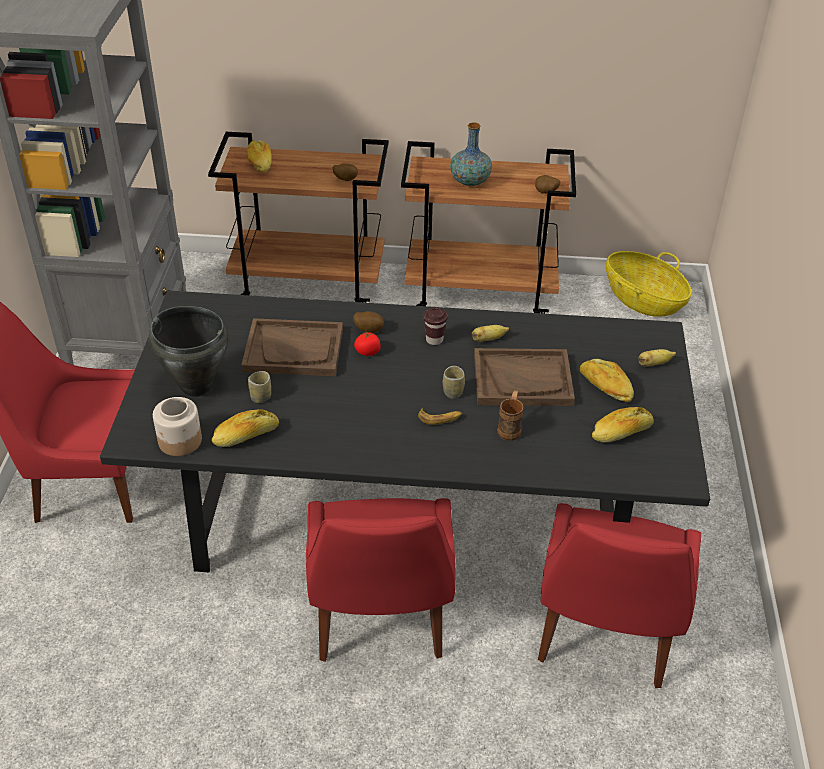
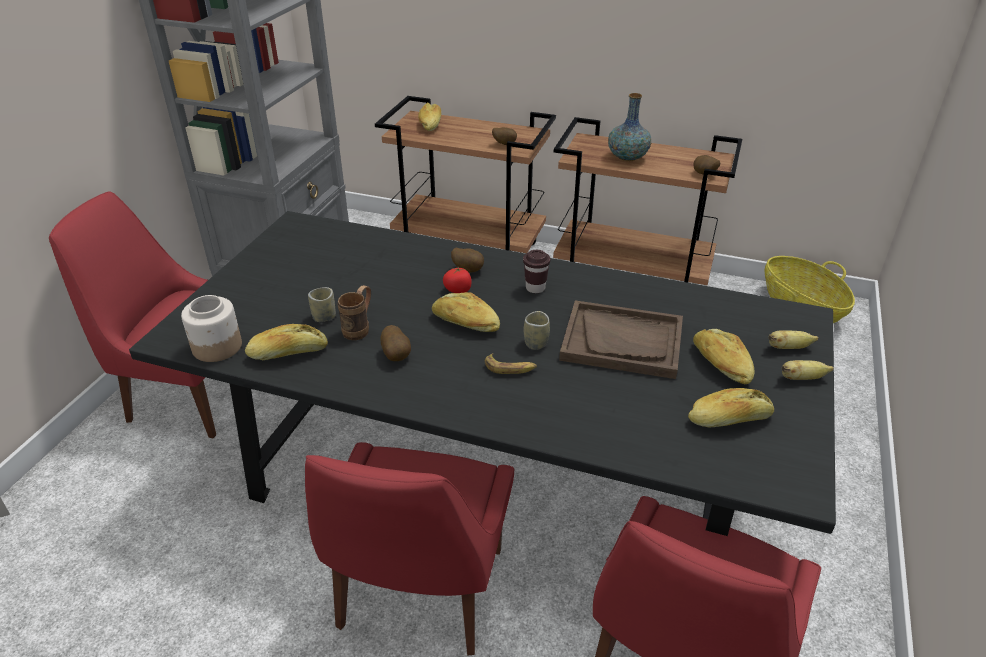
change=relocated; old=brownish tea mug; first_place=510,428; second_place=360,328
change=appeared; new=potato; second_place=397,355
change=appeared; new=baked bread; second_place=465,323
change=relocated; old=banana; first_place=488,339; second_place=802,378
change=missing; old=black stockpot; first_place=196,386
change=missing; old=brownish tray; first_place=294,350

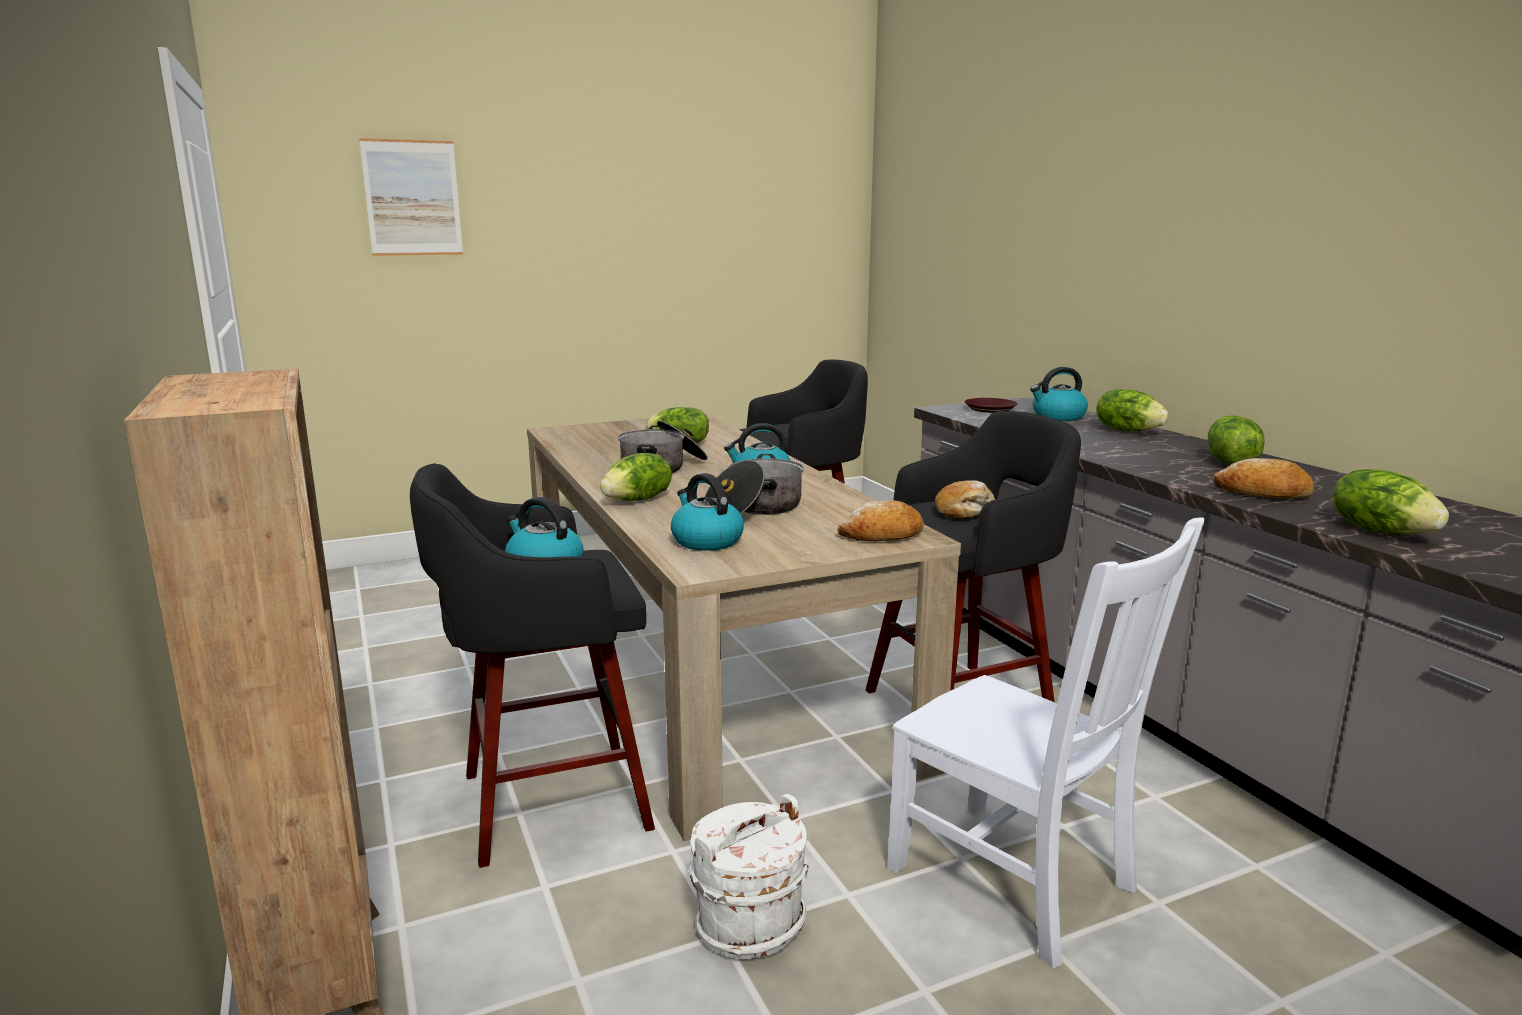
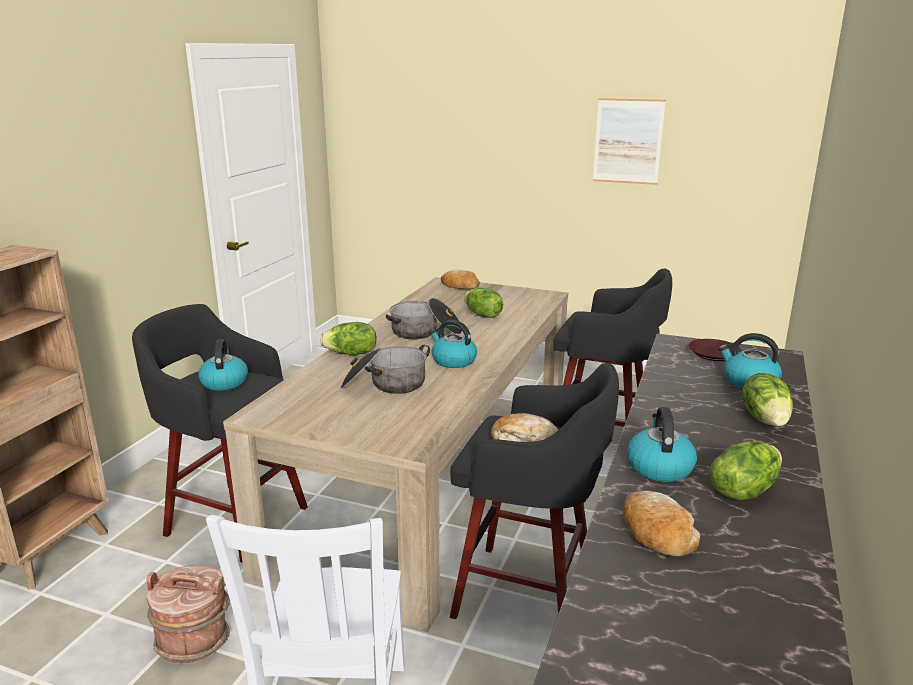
change=colour; old=whitish pail; new=brownish pail; first_place=748,923; second_place=194,640
change=relocated; old=baked bread; first_place=882,535; second_place=459,286
change=relocated; old=picture; first_place=412,198; second_place=628,141
change=relocated; old=kettle; first_place=706,541; second_place=659,467
change=missing; old=head of lettuce; first_place=1381,531

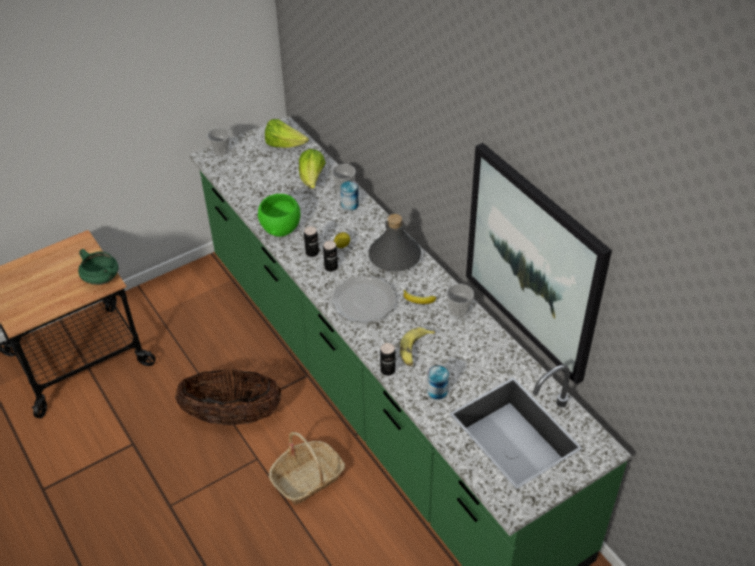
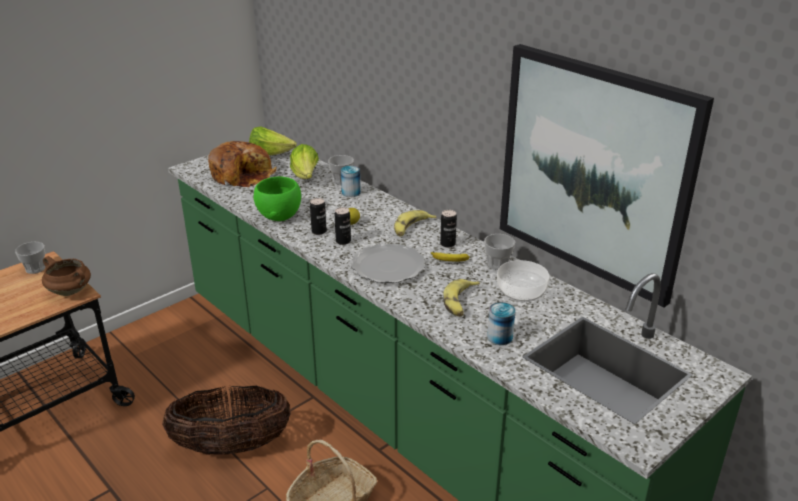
change=relocated; old=cup; first_place=221,150; second_place=35,269
change=colour; old=green stockpot; new=brownish stockpot; first_place=102,279; second_place=71,291
change=appeared; new=baked bread; second_place=242,174
change=exchanged; old=gray beverage bottle; new=banana; first_place=394,257; second_place=411,228
change=relocated; old=can; first_place=387,370; second_place=447,244
change=appeared; new=bowl; second_place=521,291

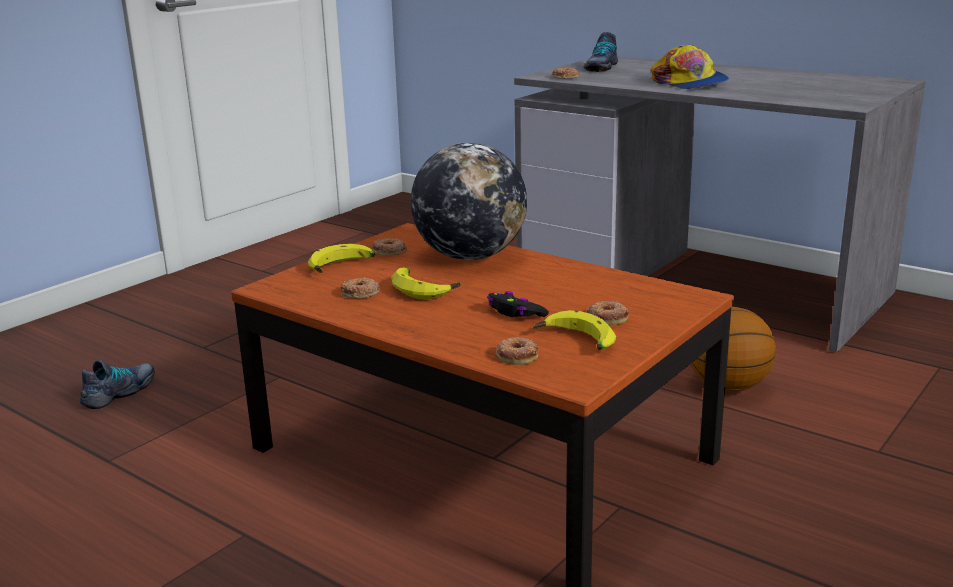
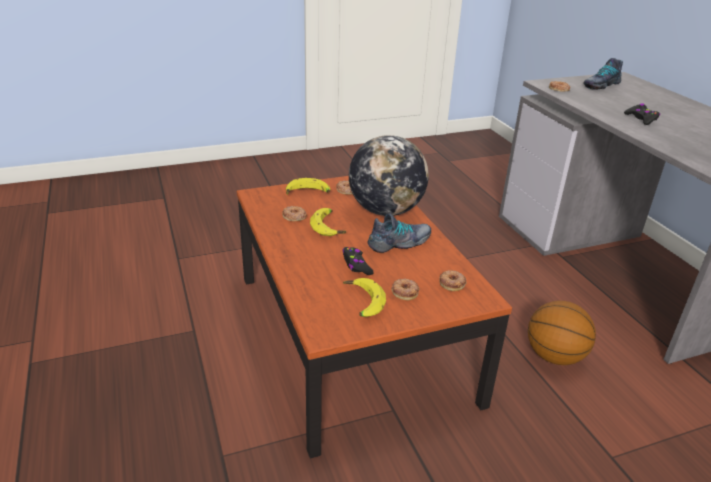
change=relocated; old=shoe; first_place=121,392; second_place=400,243
change=relocated; old=donut; first_place=517,355; second_place=452,283
change=exchanged; old=baseball cap; new=black gamepad; first_place=689,83; second_place=641,119

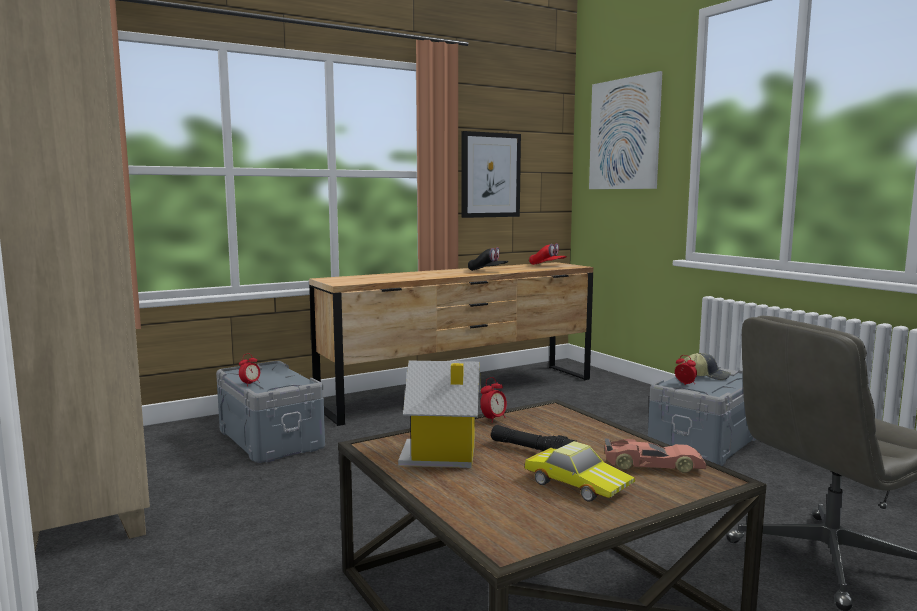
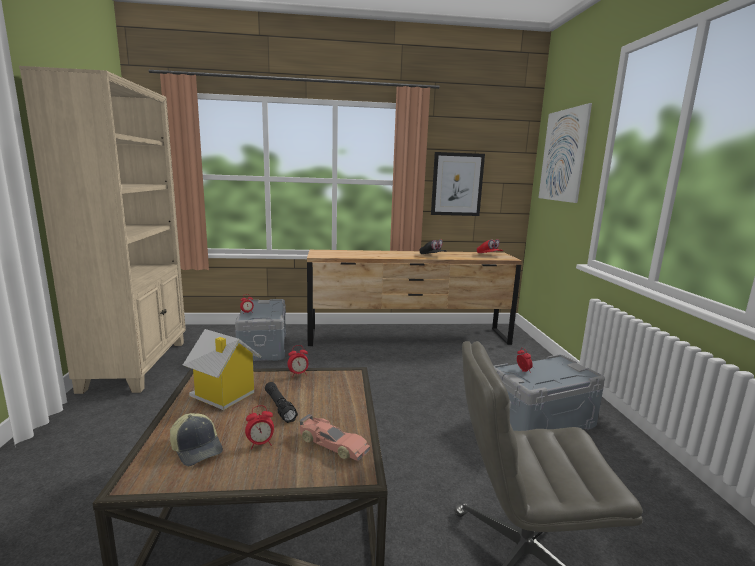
change=relocated; old=baseball cap; first_place=706,376; second_place=197,448
change=exchanged; old=toy car; new=table clock; first_place=578,483; second_place=260,444

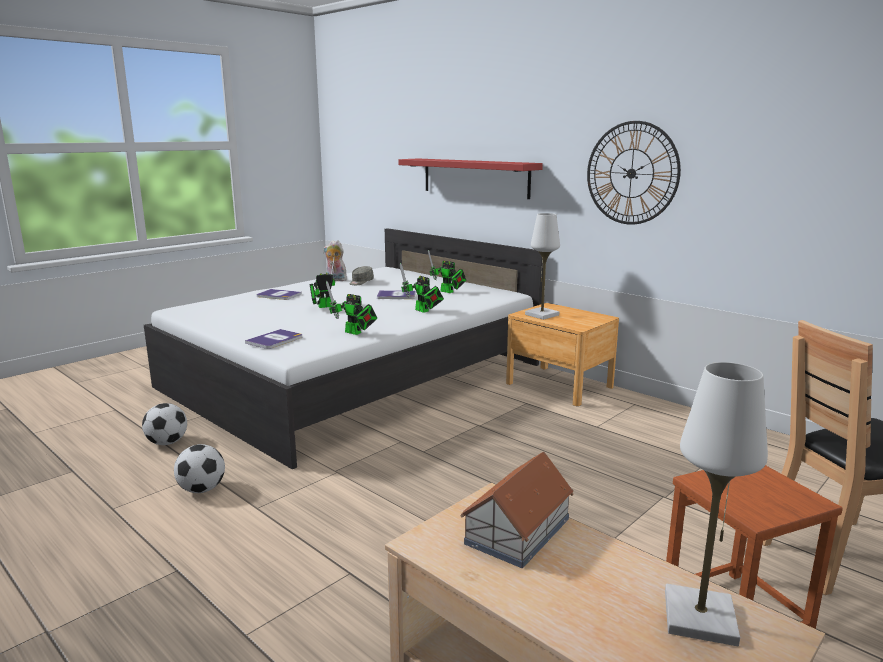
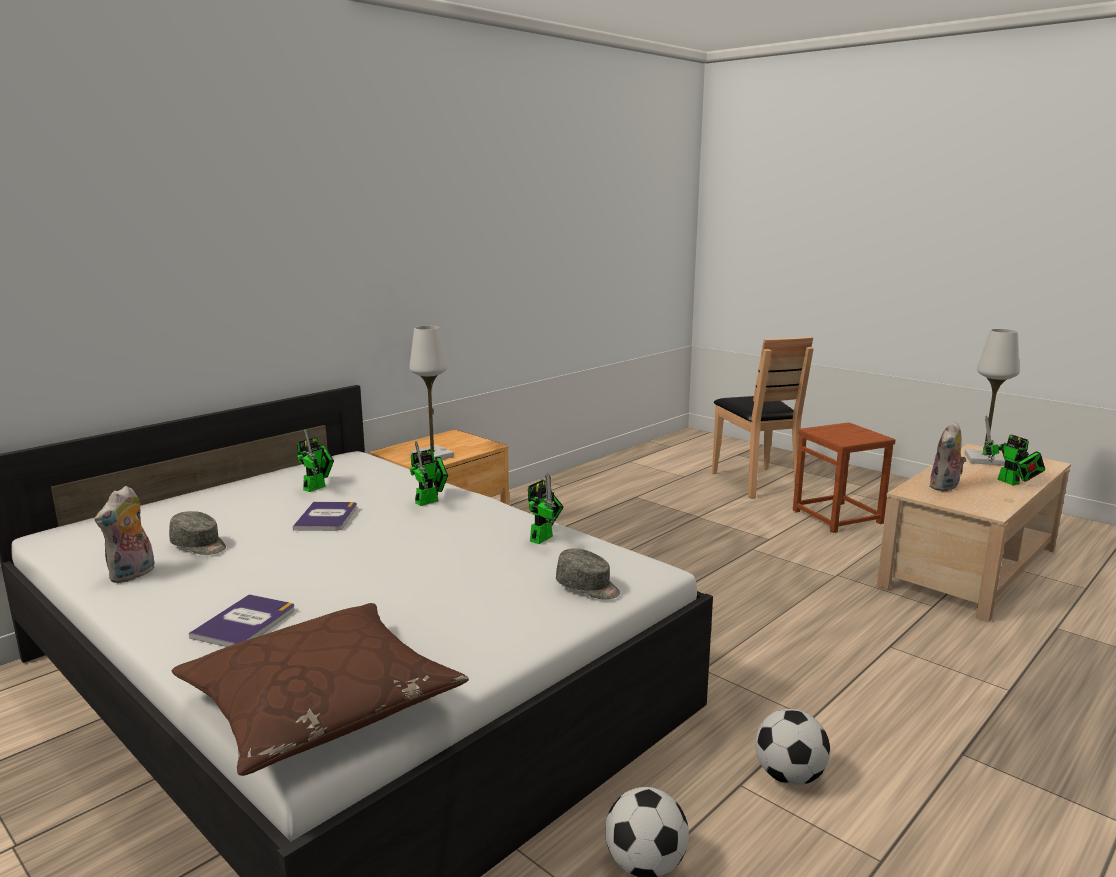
change=appeared; new=brownish throw pillow; second_place=321,704
change=exchanged; old=volume; new=gray baseball cap; first_place=275,340; second_place=588,587
change=exchanged; old=toy house; new=soft toy; first_place=519,530; second_place=945,487
change=relocated; old=toy robot; first_place=323,306; second_place=1011,483
change=missing; old=red-coloured shelf; first_place=475,177
change=missing; old=wall clock; first_place=631,173

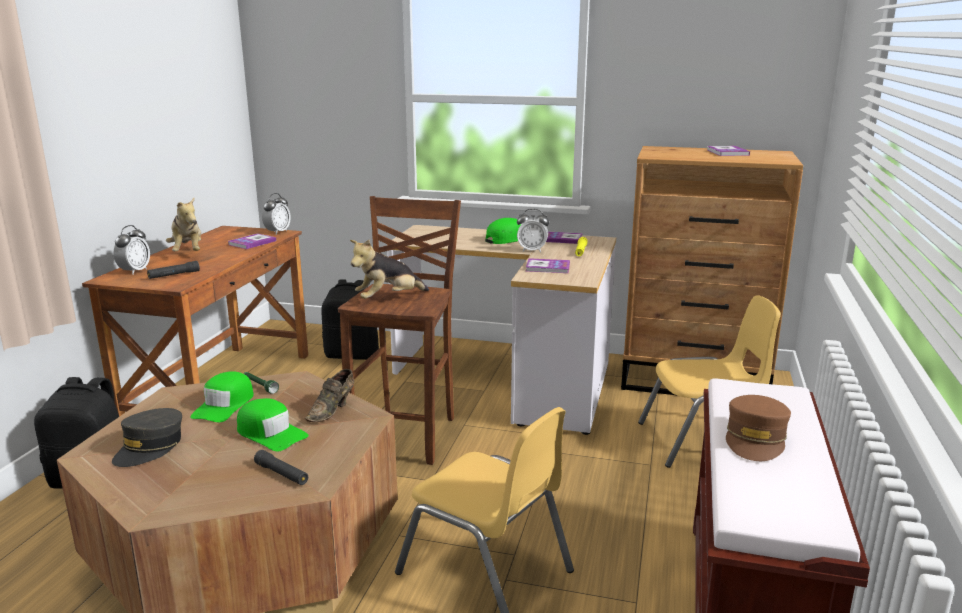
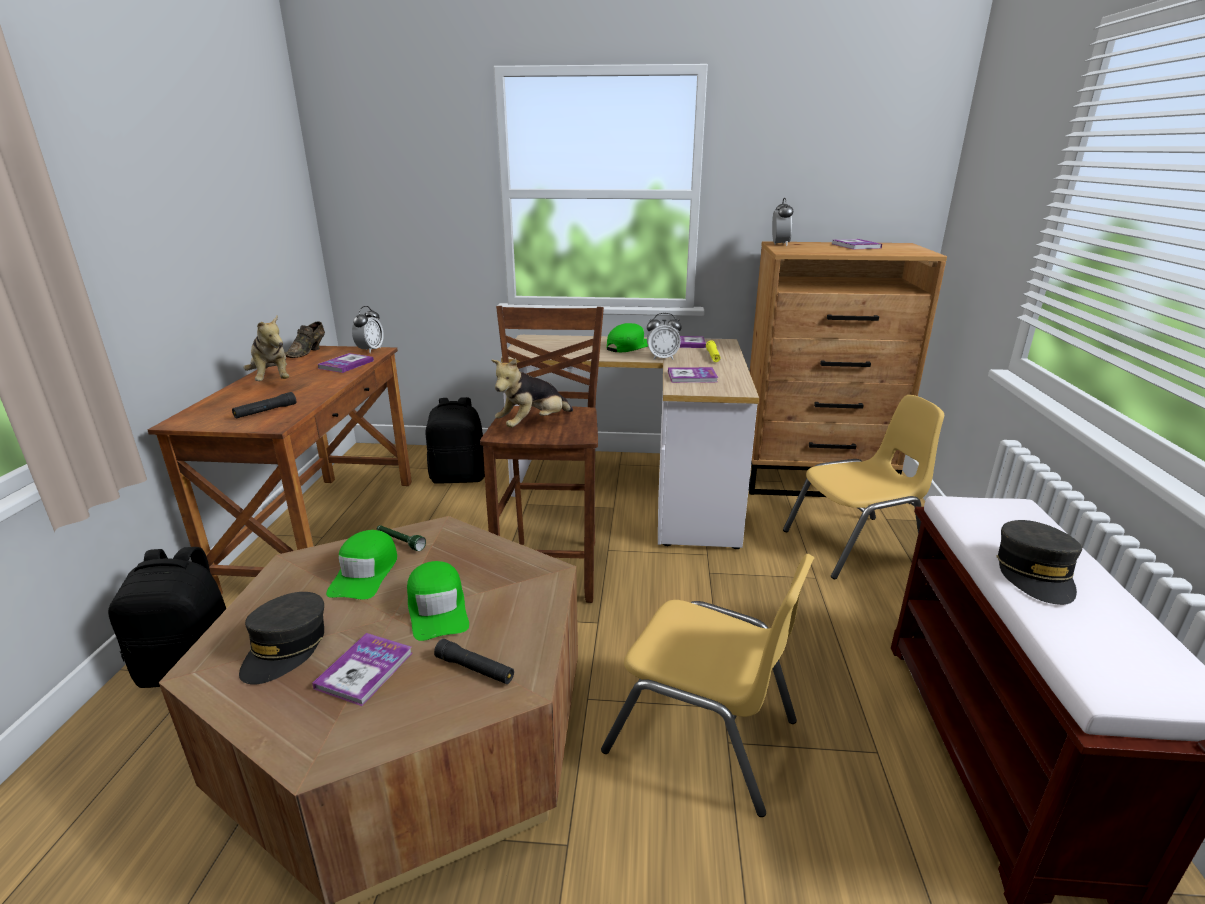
change=relocated; old=brownish shoe; first_place=332,410; second_place=308,352
change=appeared; new=volume; second_place=364,670
change=spun; old=green baseball cap; first_place=270,433; second_place=438,608; degrees=45
change=relocated; old=table clock; first_place=134,271; second_place=779,245
change=colour; old=brownish baseball cap; new=gray baseball cap; first_place=755,439; second_place=1035,573

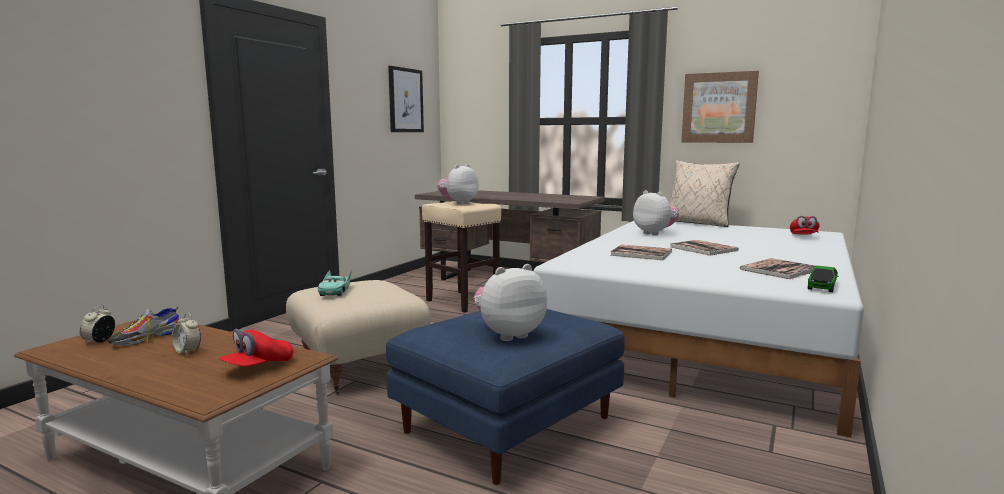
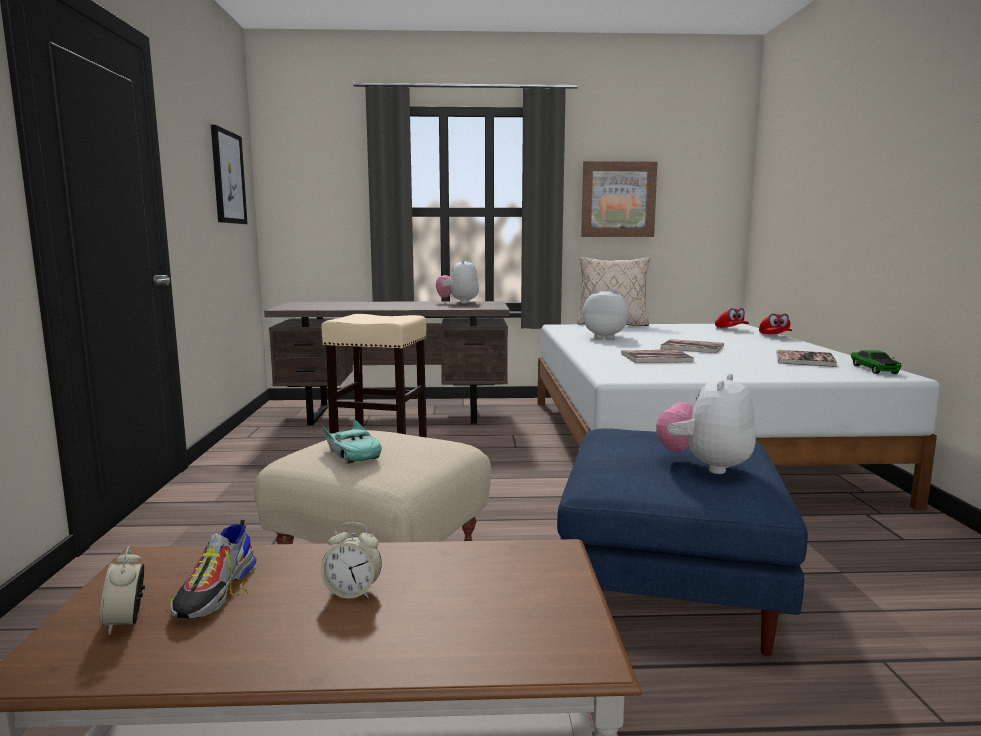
change=relocated; old=soft toy; first_place=458,203; second_place=458,302
change=relocated; old=red-coloured baseball cap; first_place=258,367; second_place=774,336

